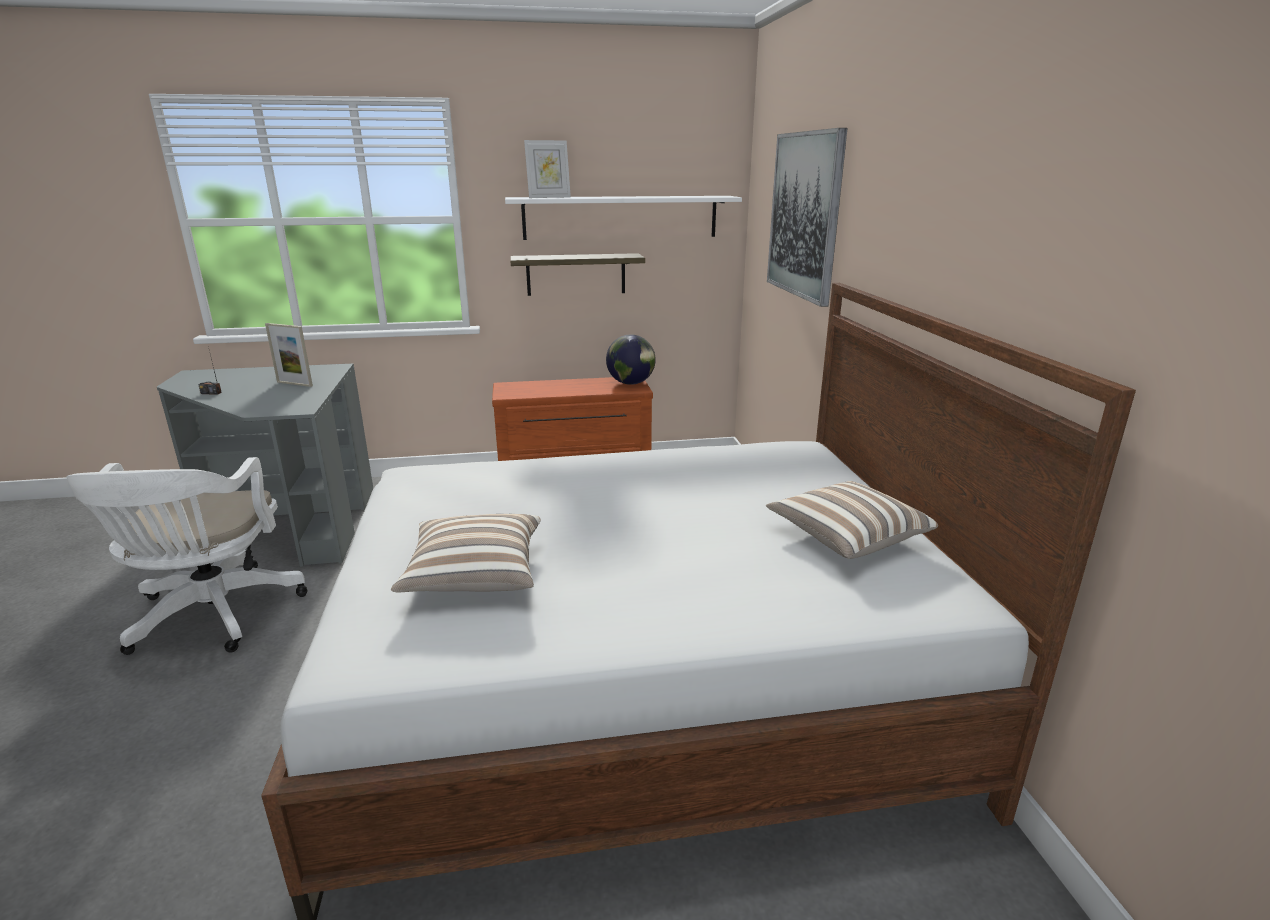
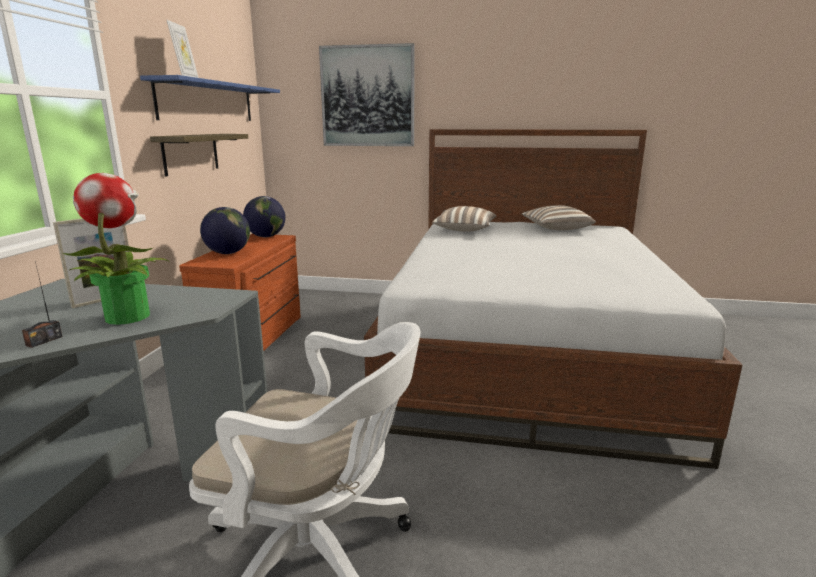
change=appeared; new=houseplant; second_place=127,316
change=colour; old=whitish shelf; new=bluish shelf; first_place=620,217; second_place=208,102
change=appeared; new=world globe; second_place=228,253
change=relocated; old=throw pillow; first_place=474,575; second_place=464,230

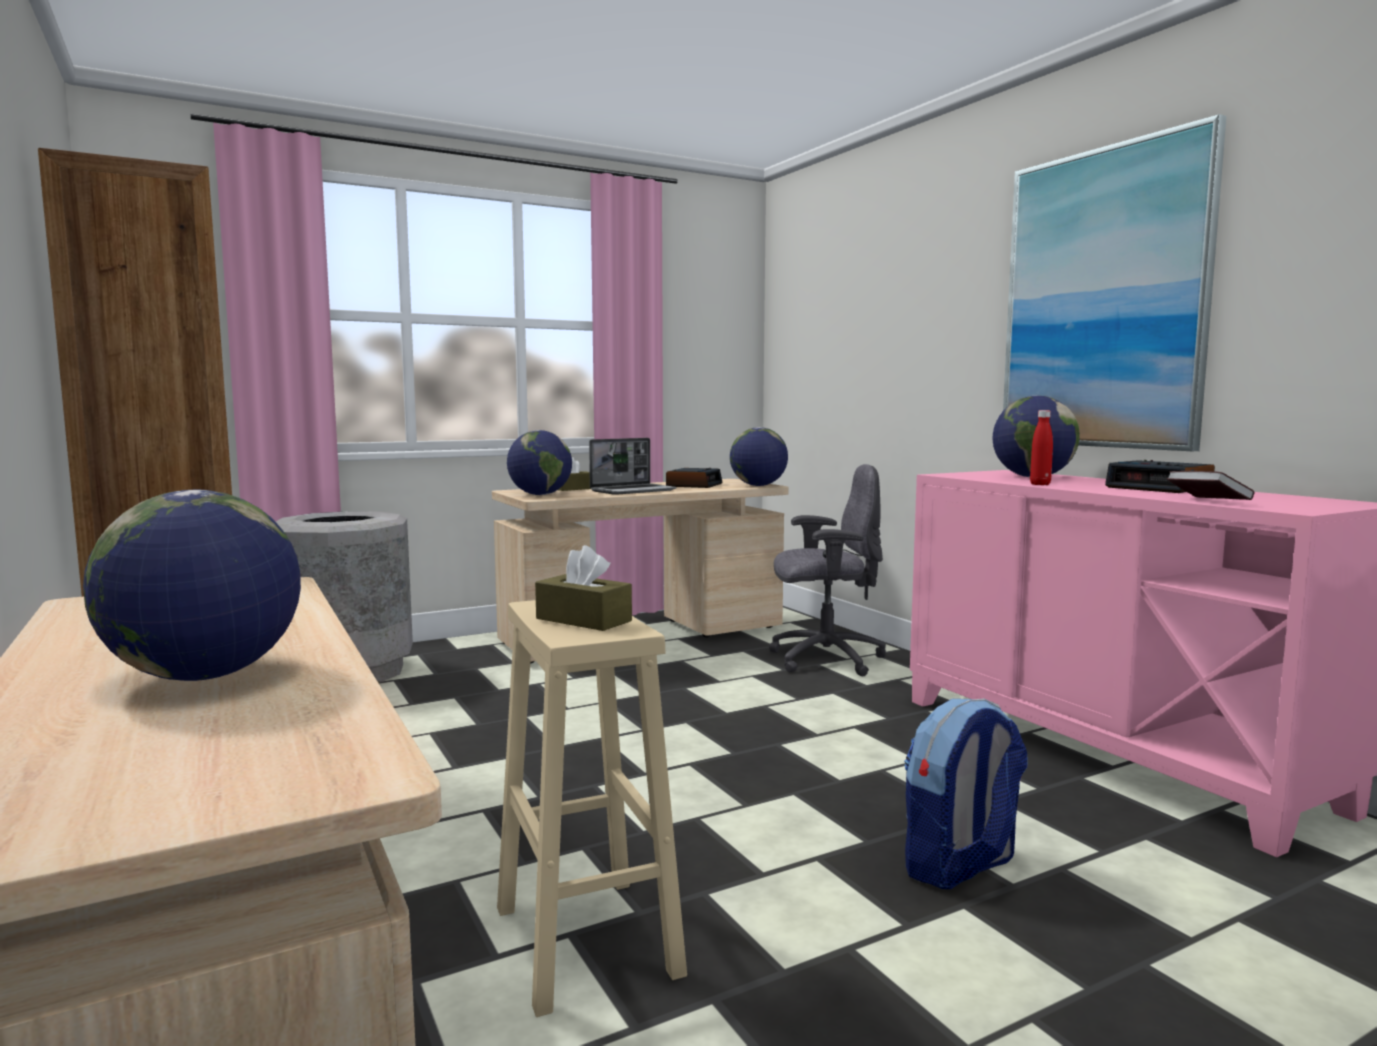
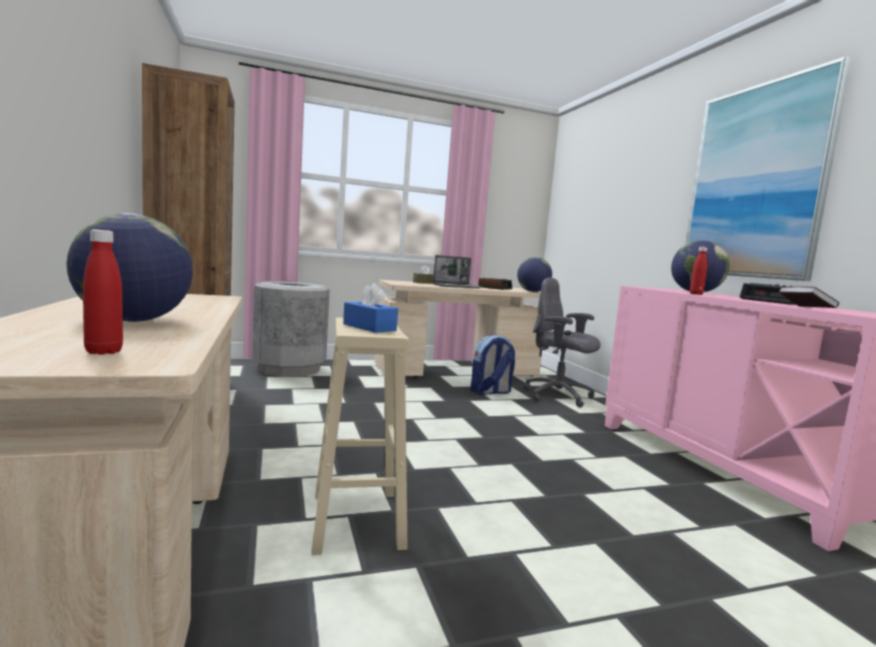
change=appeared; new=red-coloured beverage bottle; second_place=103,352
change=colour; old=brownish box of tissues; new=bluish box of tissues; first_place=583,620; second_place=369,327
change=relocated; old=knapsack; first_place=960,867; second_place=490,392
change=spun; old=gray computer chair; first_place=824,659; second_place=558,396; degrees=-150
change=missing; old=world globe; first_place=540,495

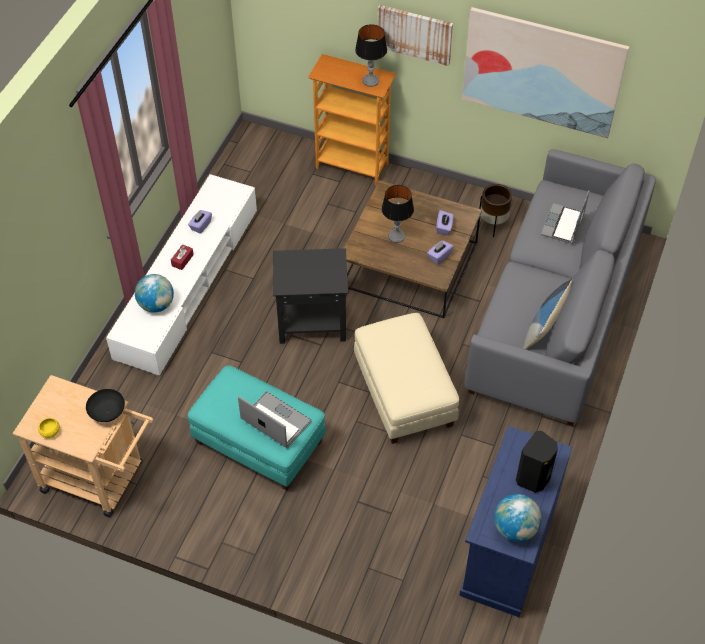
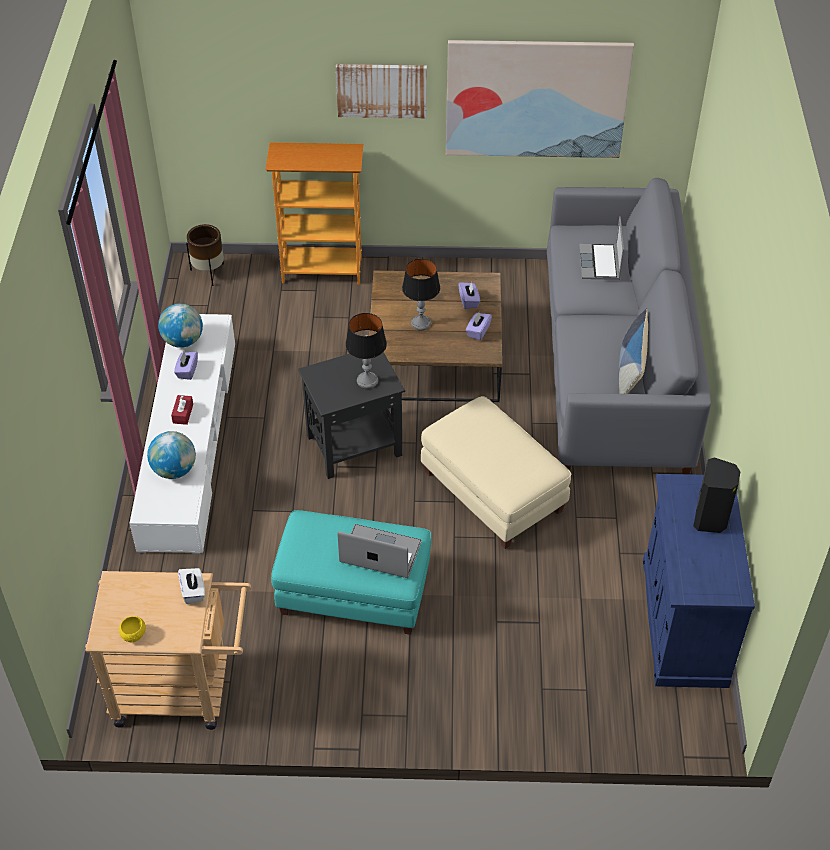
change=relocated; old=world globe; first_place=515,528; second_place=183,341
change=exchanged; old=black bowl; new=whitish box of tissues; first_place=107,412; second_place=193,592
change=relocated; old=brownish plant pot; first_place=493,224; second_place=209,273
change=relocated; old=lamp for a table; first_place=370,81; second_place=367,381

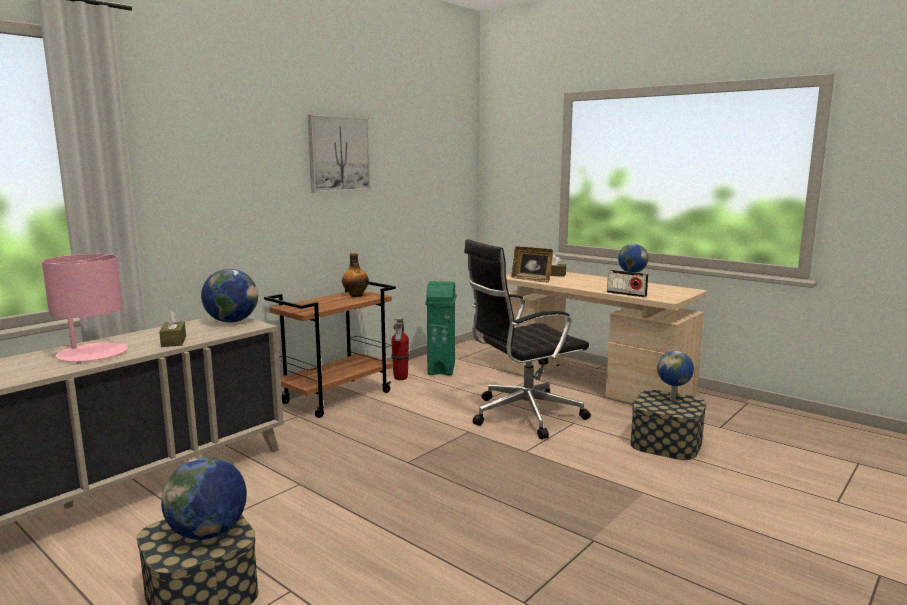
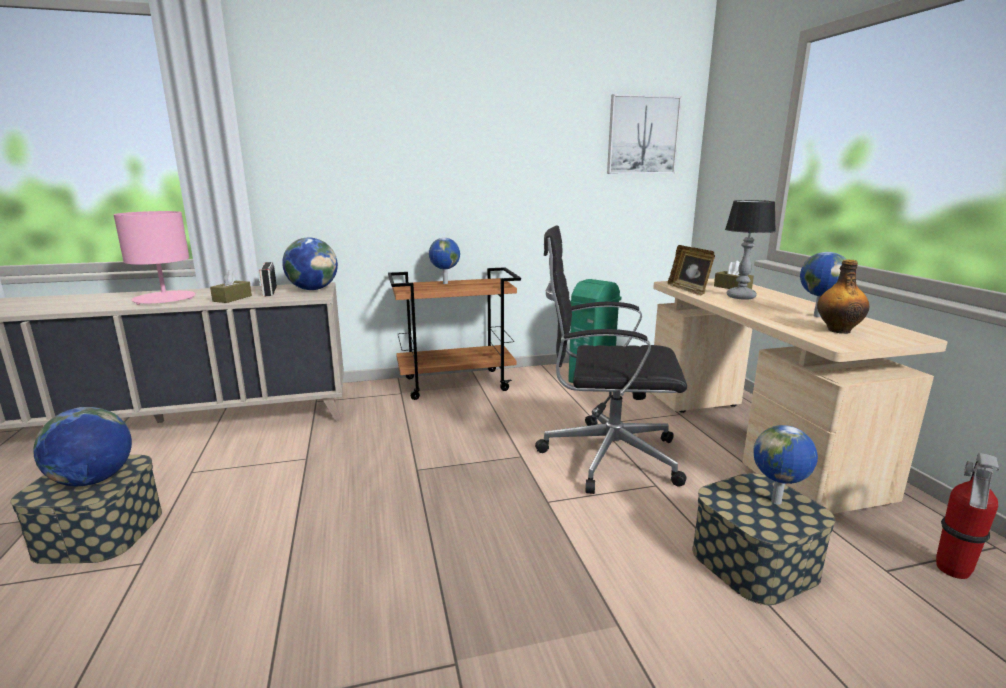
change=relocated; old=radio; first_place=626,294; second_place=269,291
change=appeared; new=world globe; second_place=444,283
change=relocated; old=picture; first_place=338,154; second_place=642,135
change=appeared; new=lamp for a table; second_place=740,297
change=relocated; old=beverage bottle; first_place=356,295; second_place=838,330
change=relocated; old=fire-fighting cylinder; first_place=400,378; second_place=952,570

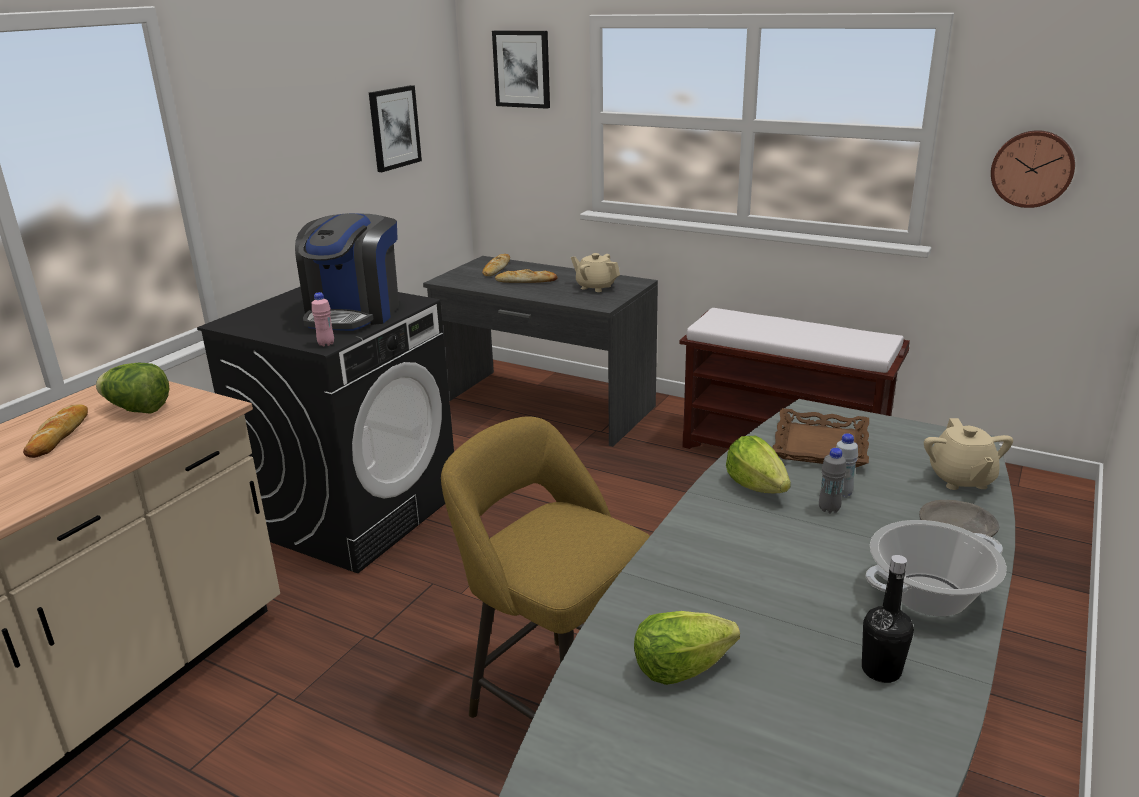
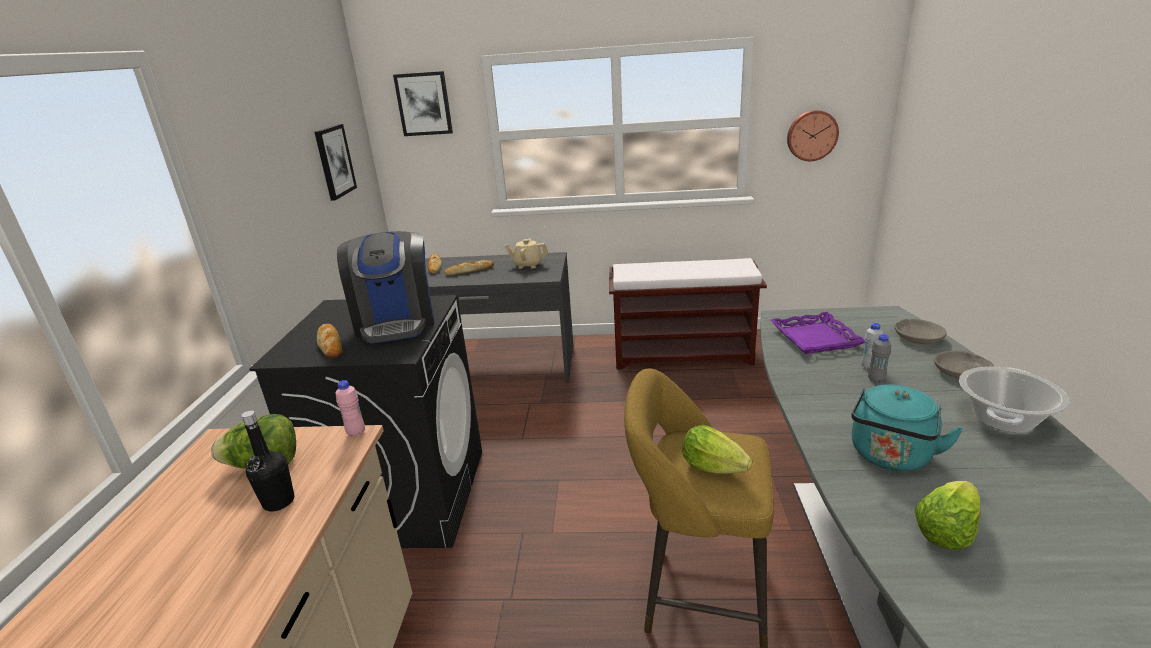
change=relocated; old=black beverage bottle; first_place=881,670; second_place=279,502
change=relocated; old=baked bread; first_place=59,435; second_place=330,344
change=relocated; old=pink-coloured beverage bottle; first_place=326,344; second_place=356,433
change=relocated; old=head of lettuce; first_place=756,486; second_place=712,467
change=colour; old=brownish tray; new=purple tray; first_place=819,445; second_place=814,338
change=appeared; new=blue-green kettle; second_place=890,457
change=exchanged; old=beige pot for tea; new=gray bowl; first_place=961,479; second_place=917,338

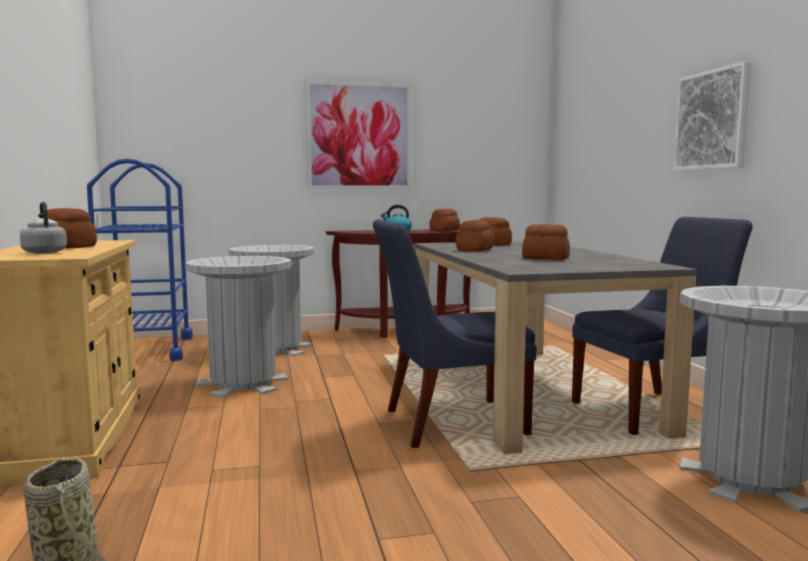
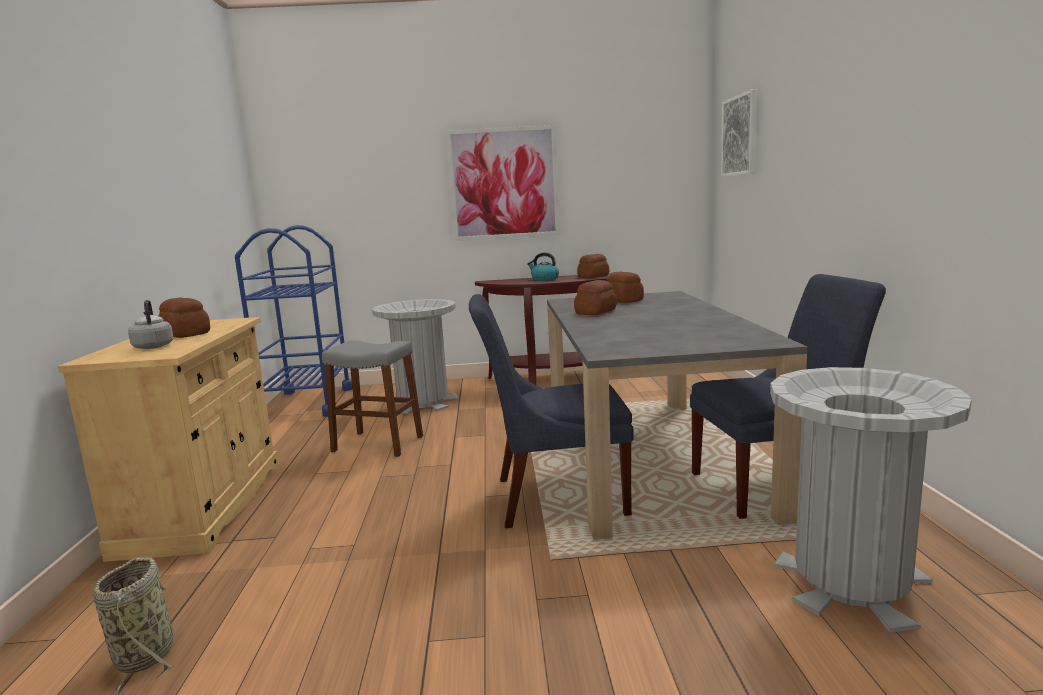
change=exchanged; old=gray waste bin; new=gray stool; first_place=243,383; second_place=378,444
change=relocated; old=picture; first_place=712,120; second_place=740,135
change=missing; old=baked bread; first_place=545,258

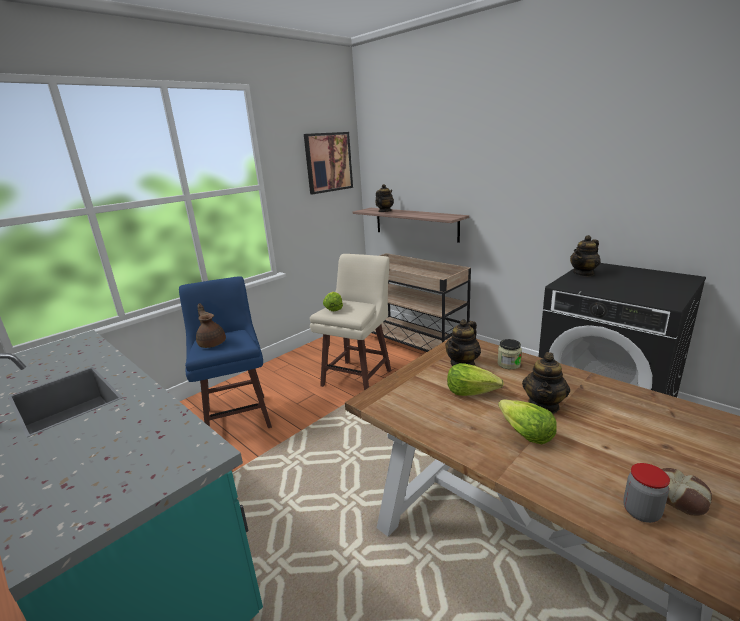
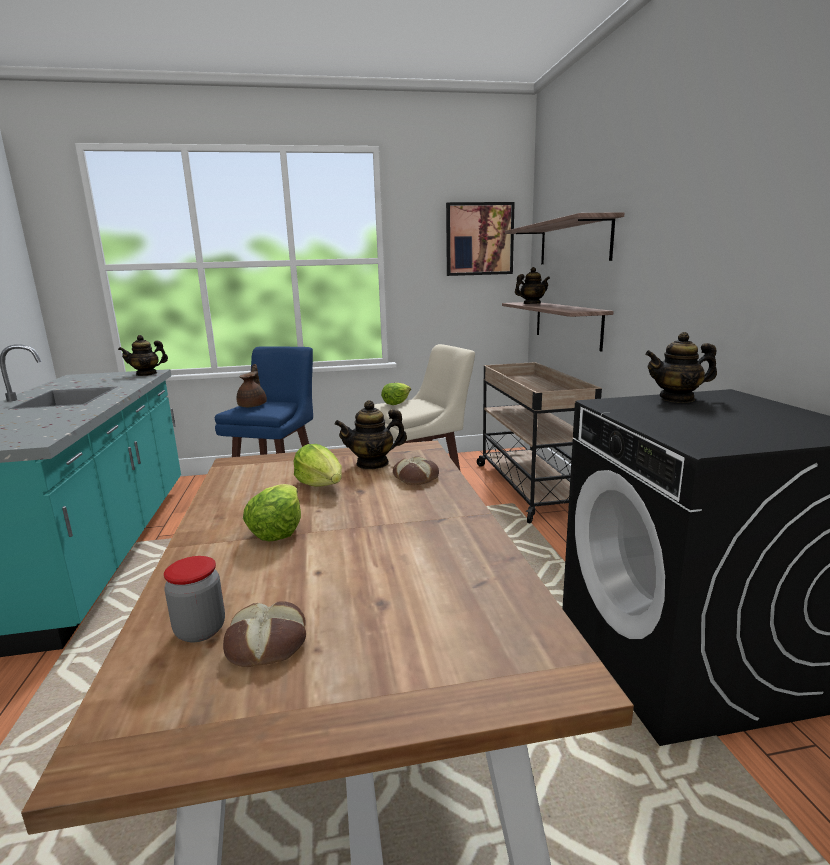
change=relocated; old=pot for tea; first_place=544,405; second_place=146,374
change=exchanged; old=preserve jar; new=baked bread; first_place=508,364; second_place=416,477
change=appeared; new=shelf; second_place=573,242

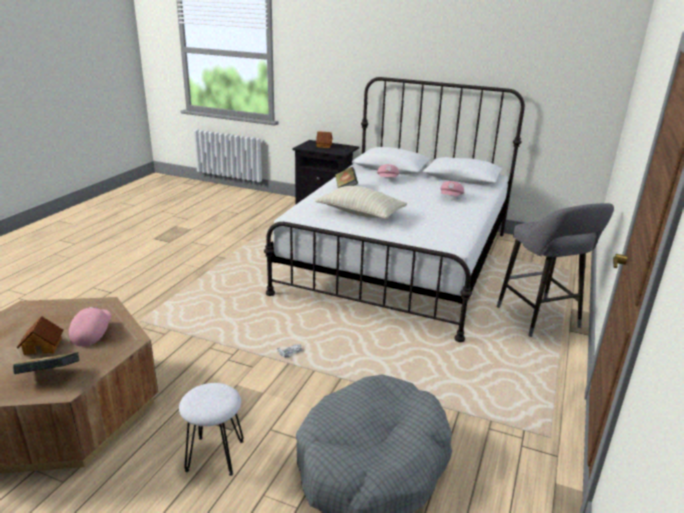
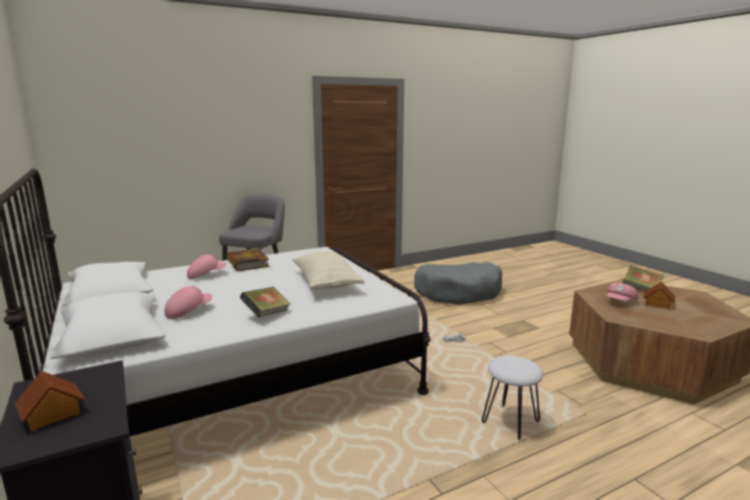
change=appeared; new=volume; second_place=247,263
change=relocated; old=whitish stool; first_place=215,456; second_place=510,423

